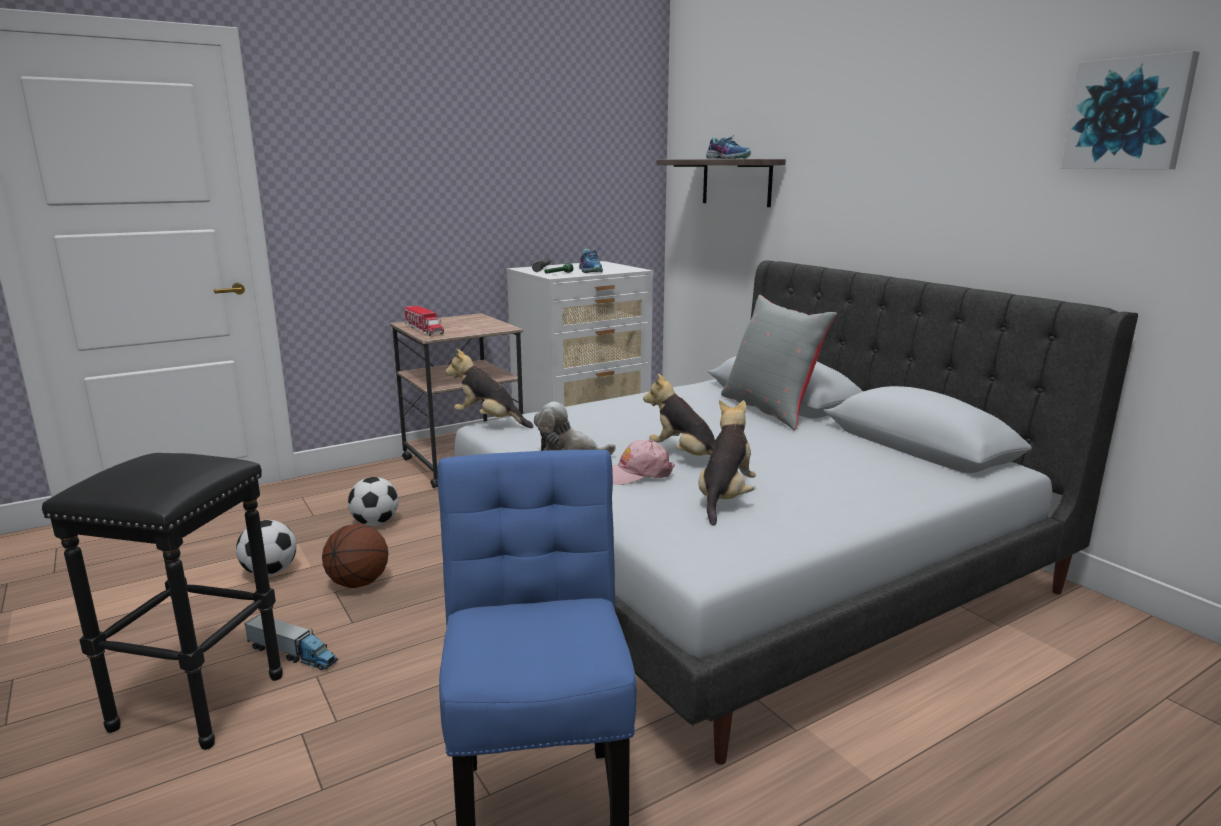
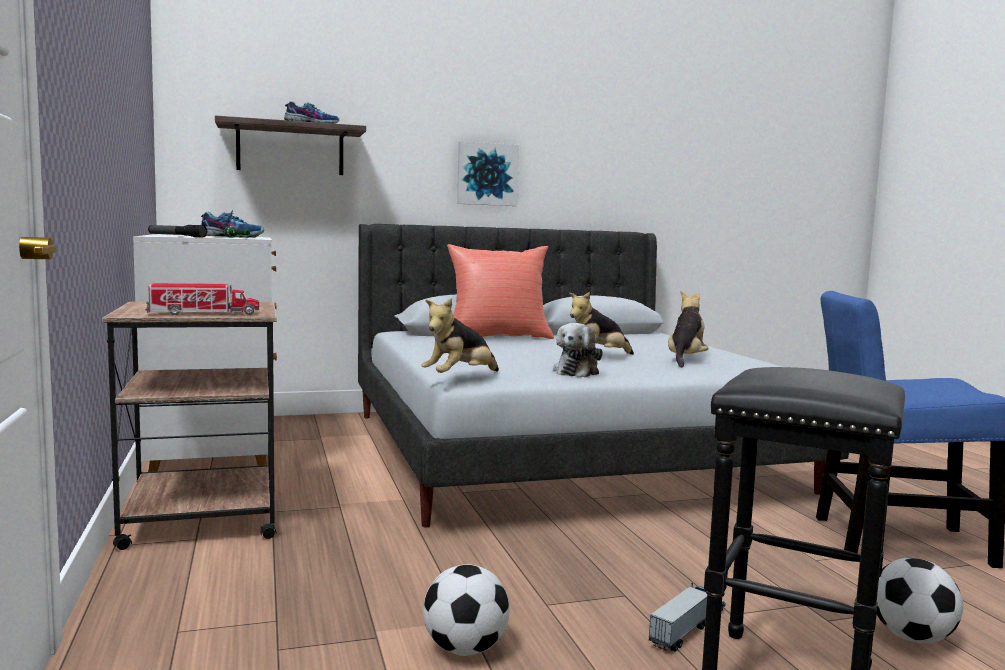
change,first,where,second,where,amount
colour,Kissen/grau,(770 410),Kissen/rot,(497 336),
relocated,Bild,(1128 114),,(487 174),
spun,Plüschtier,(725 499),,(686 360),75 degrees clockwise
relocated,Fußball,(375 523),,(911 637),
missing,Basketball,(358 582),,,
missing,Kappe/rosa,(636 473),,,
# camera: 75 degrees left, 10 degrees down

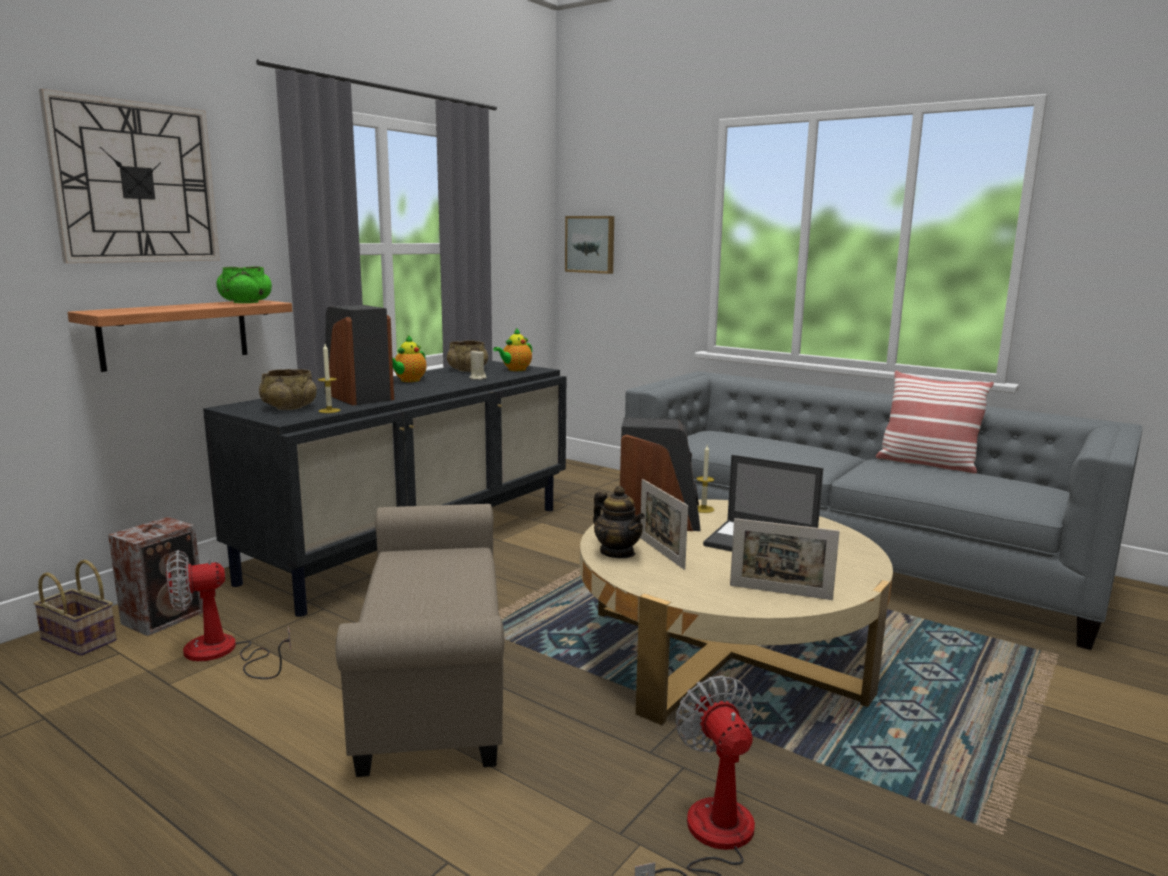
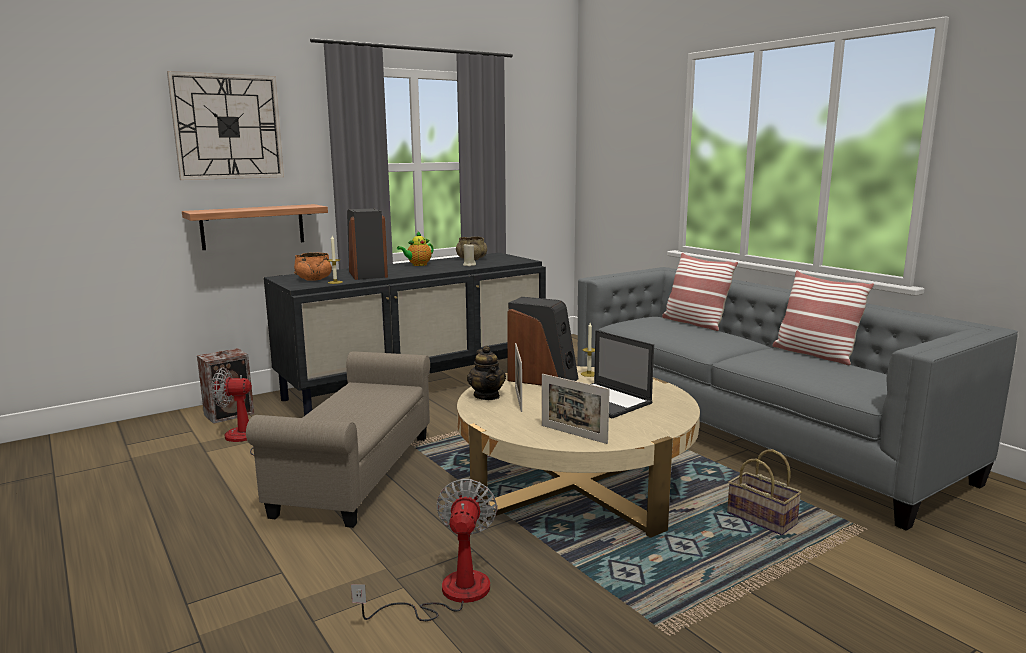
change,first,where,second,where,amount
colour,Schüssel/beige,(289 407),Schüssel/orange,(314 279),
appeared,,,Kissen,(694 323),
relocated,Korb,(81 639),,(763 519),
missing,Schüssel/grün,(245 302),,,
missing,Teekanne,(515 370),,,
missing,Bild,(591 244),,,
# camera: 20 degrees right, 0 degrees up

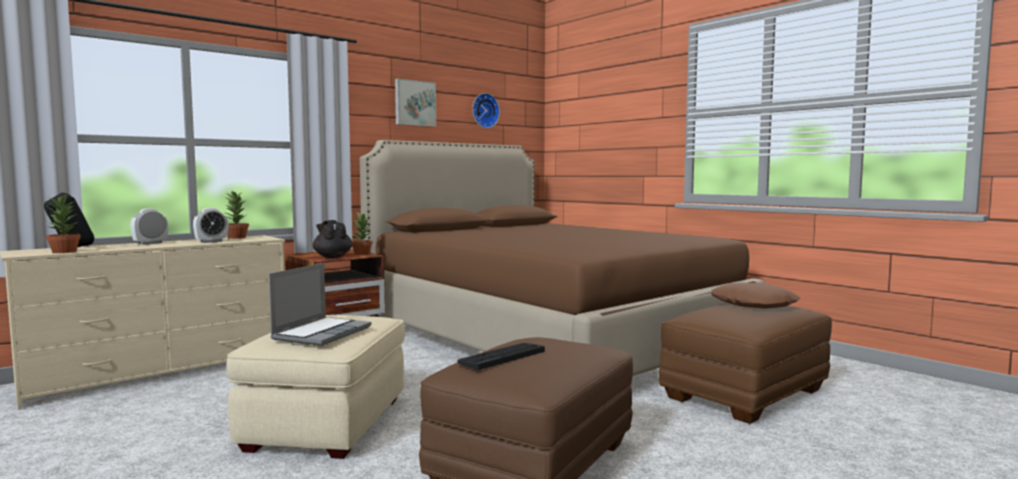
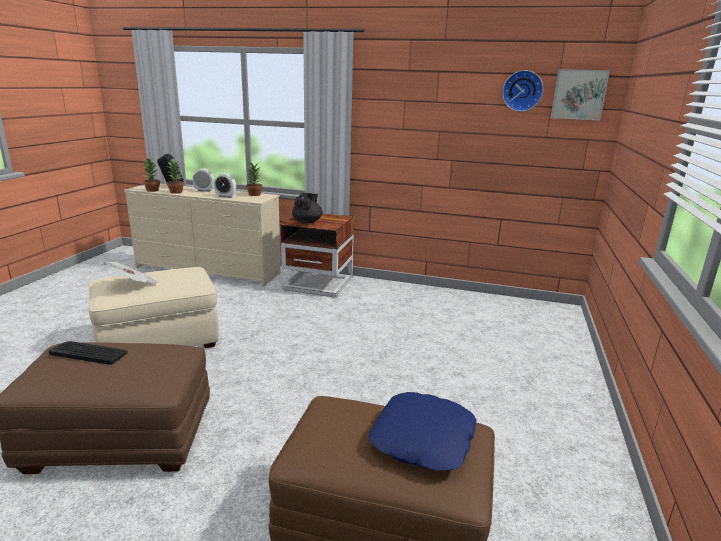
change,first,where,second,where,amount
exchanged,Laptop,(322 333),Zeitung,(133 285),
relocated,Topfpflanze,(362 253),,(176 192),
colour,Kissen/braun,(754 305),Kissen/blau,(423 439),
relocated,Bild,(414 103),,(578 94),
missing,Bett/braun,(546 337),,,
# camera: 55 degrees right, 15 degrees up

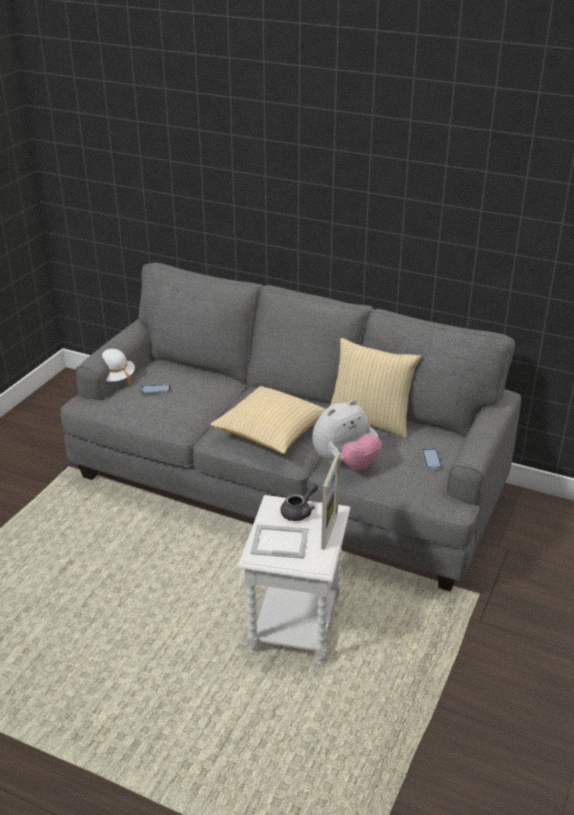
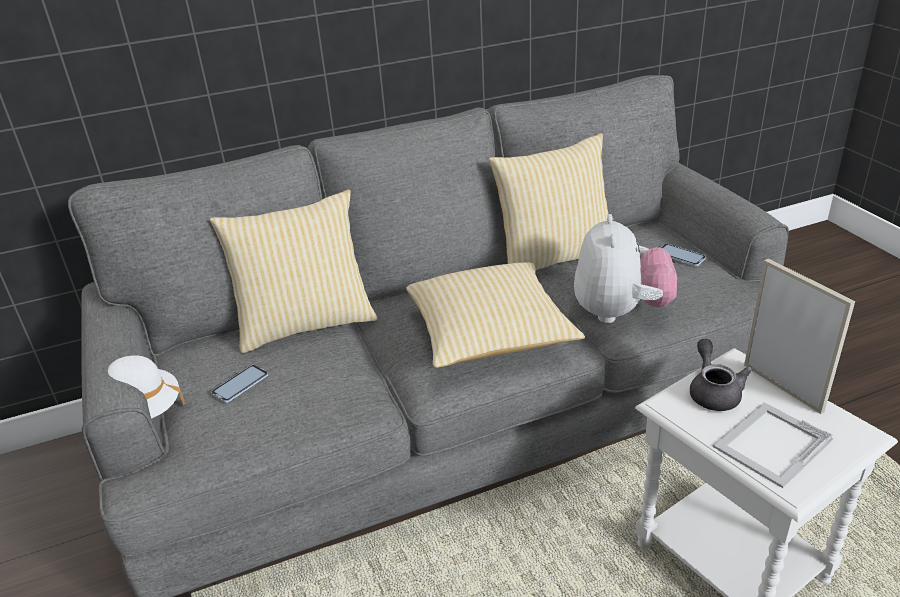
change,first,where,second,where,amount
appeared,,,Kissen,(306 323),
# camera: 45 degrees left, 0 degrees up

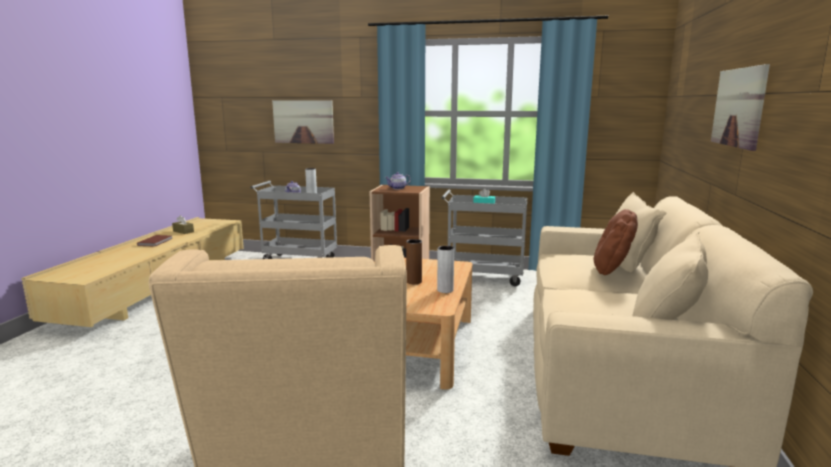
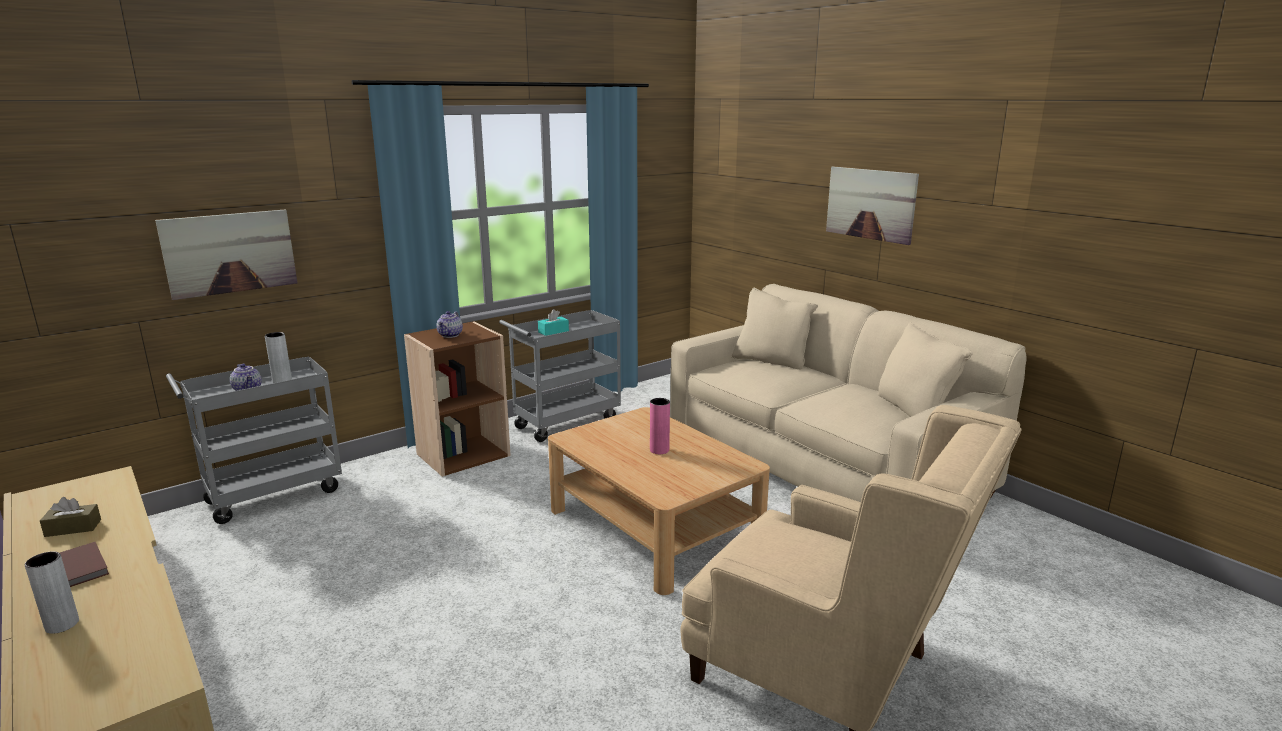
change,first,where,second,where,amount
relocated,Vase/grau,(445 290),,(62 624),
colour,Vase/braun,(414 281),Vase/rosa,(659 450),
missing,Kissen/braun,(612 272),,,
# camera: 50 degrees left, 5 degrees up

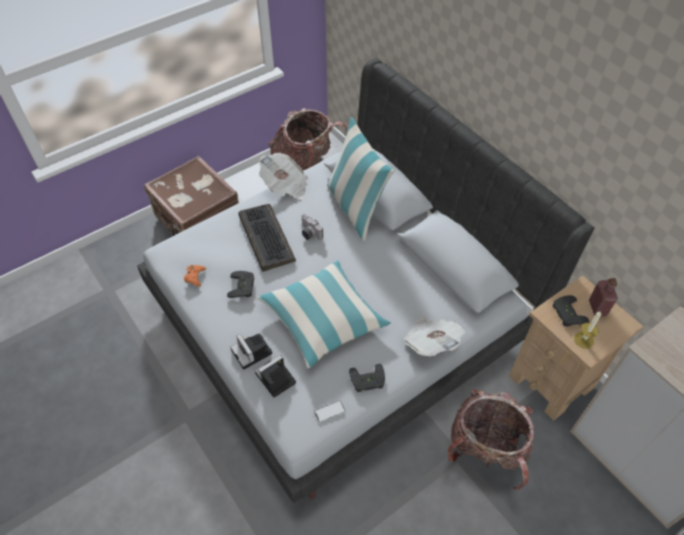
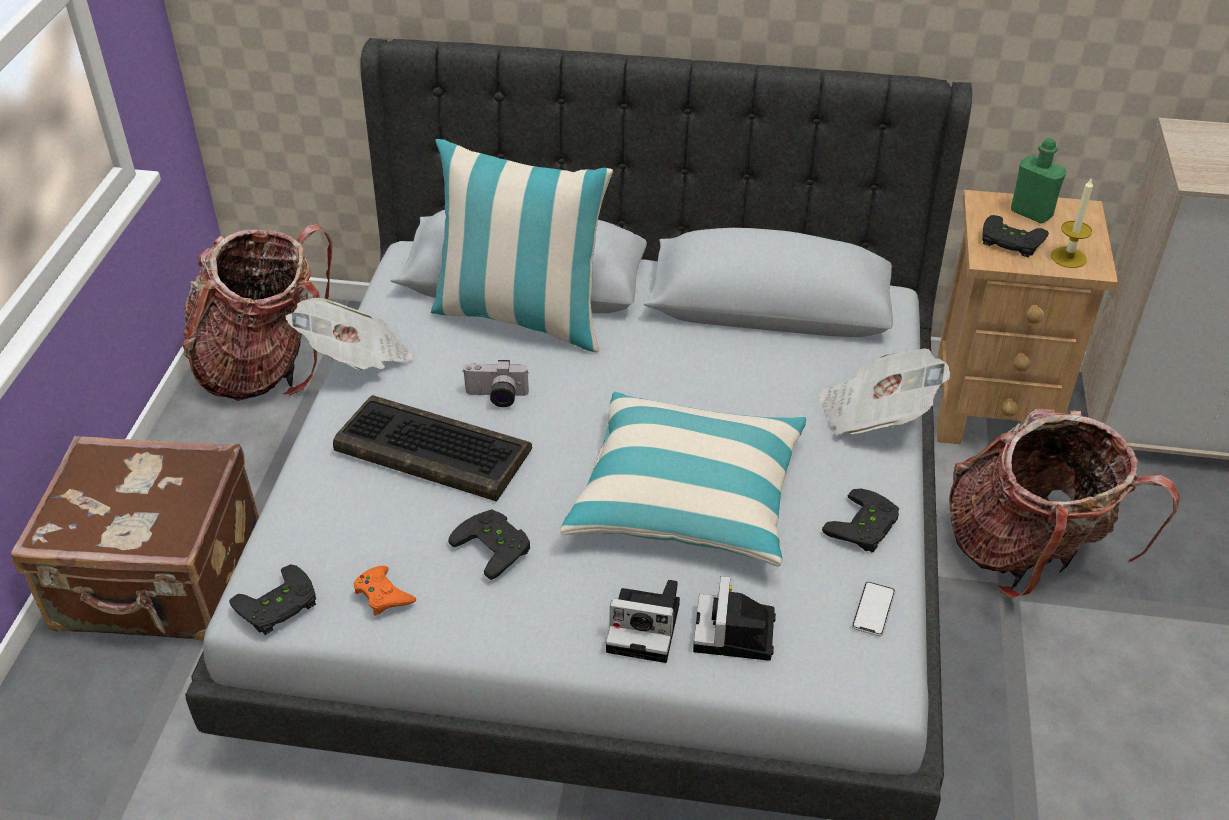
change,first,where,second,where,amount
appeared,,,Gamepad/schwarz,(279 607),
colour,Flasche/rot,(597 307),Flasche/grün,(1031 213),
# camera: 45 degrees left, 10 degrees down

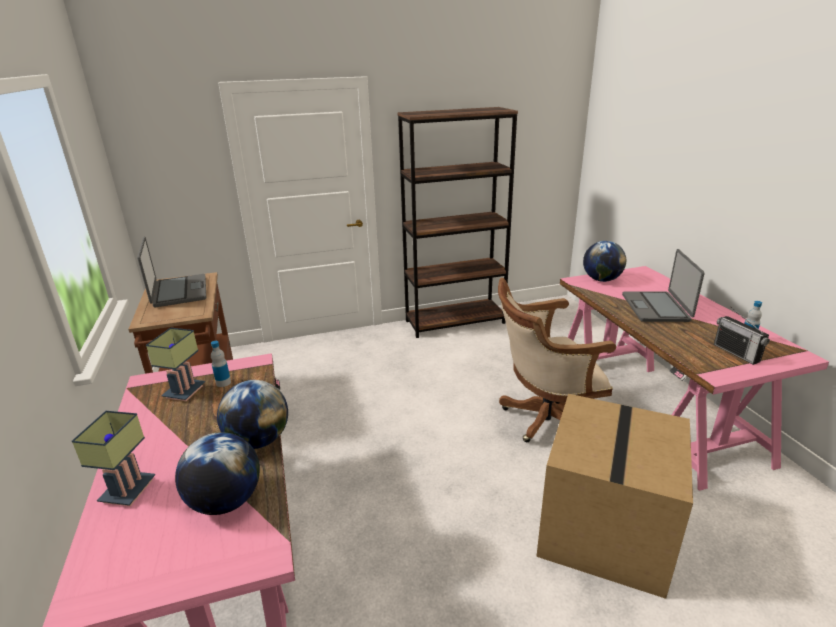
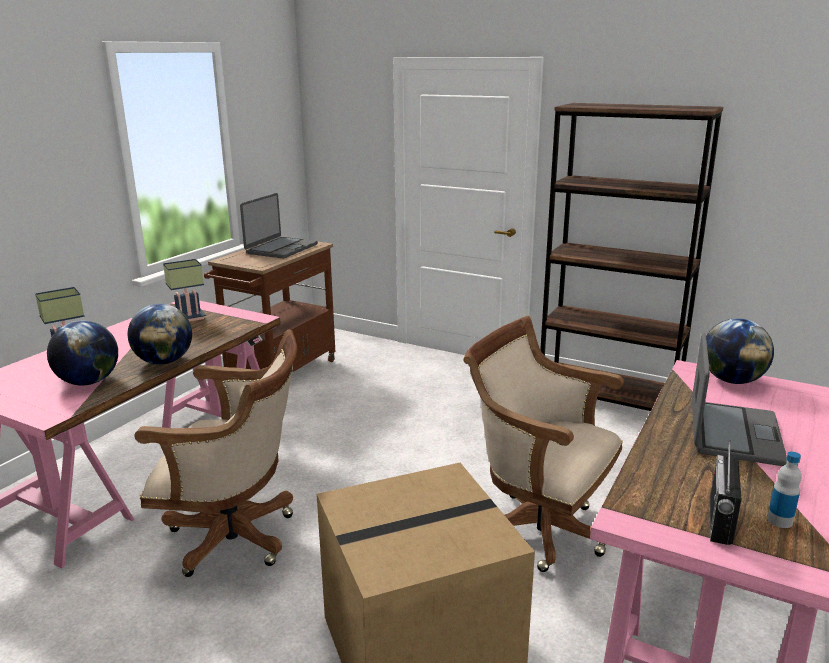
change,first,where,second,where,amount
appeared,,,Bürostuhl,(237 538),
spun,Laptop,(656 308),,(733 434),150 degrees clockwise
missing,Flasche,(223 383),,,
# camera: 45 degrees right, 5 degrees down

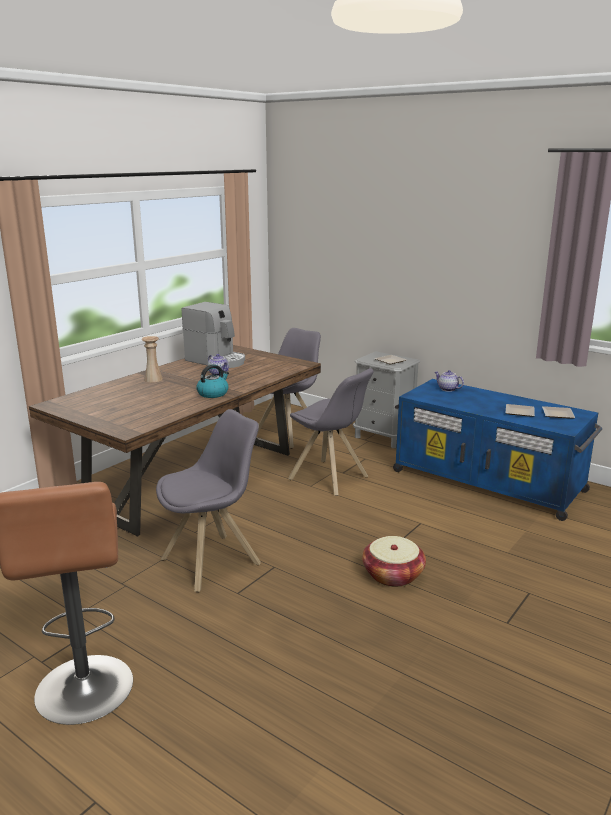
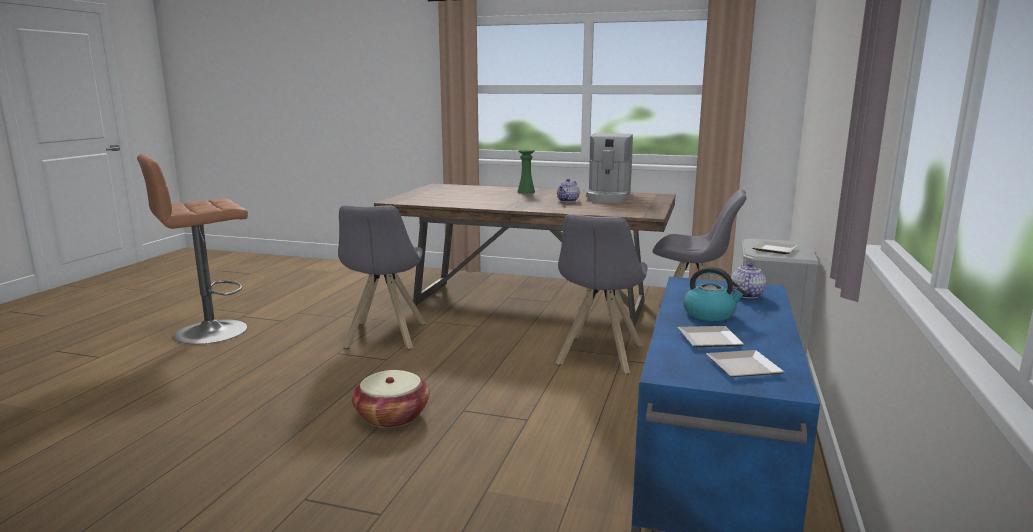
change,first,where,second,where,amount
spun,Stuhl/grau,(212 561),,(385 336),60 degrees clockwise
colour,Vase/beige,(153 379),Vase/grün,(526 192),
relocated,Wasserkessel,(213 393),,(710 314),
# camera: 70 degrees right, 5 degrees down

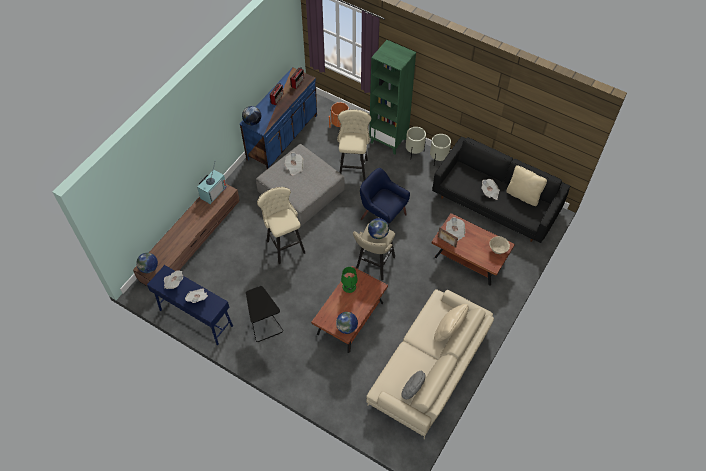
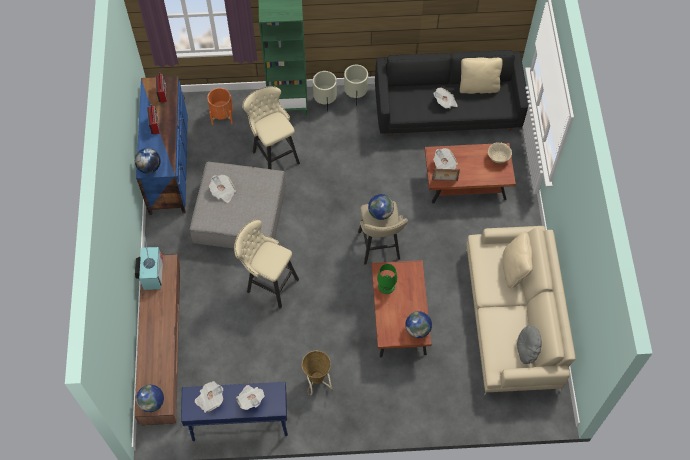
change,first,where,second,where,amount
exchanged,Beistelltisch/schwarz,(264 324),Korb,(317 381),
missing,Sessel/blau,(382 217),,,
# camera: 35 degrees left, 5 degrees up

